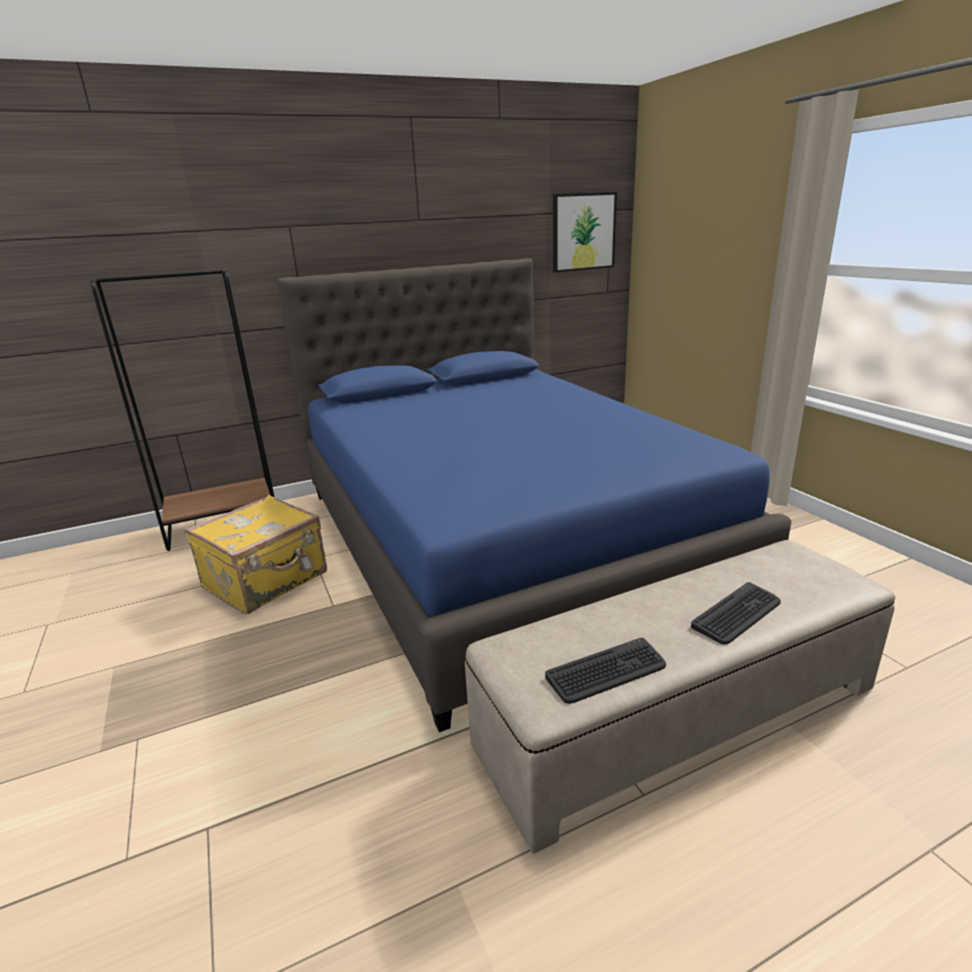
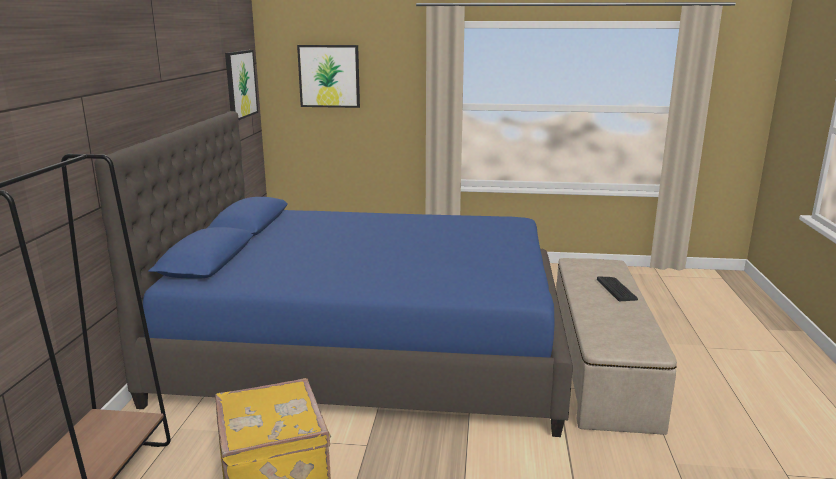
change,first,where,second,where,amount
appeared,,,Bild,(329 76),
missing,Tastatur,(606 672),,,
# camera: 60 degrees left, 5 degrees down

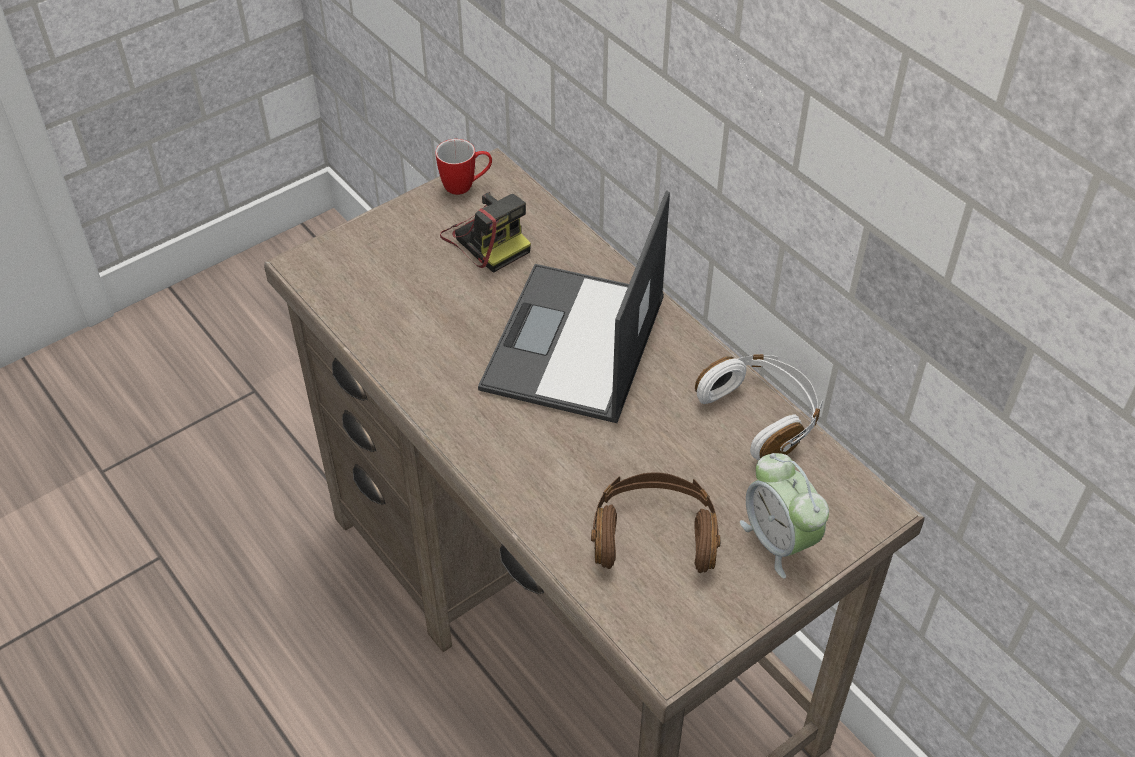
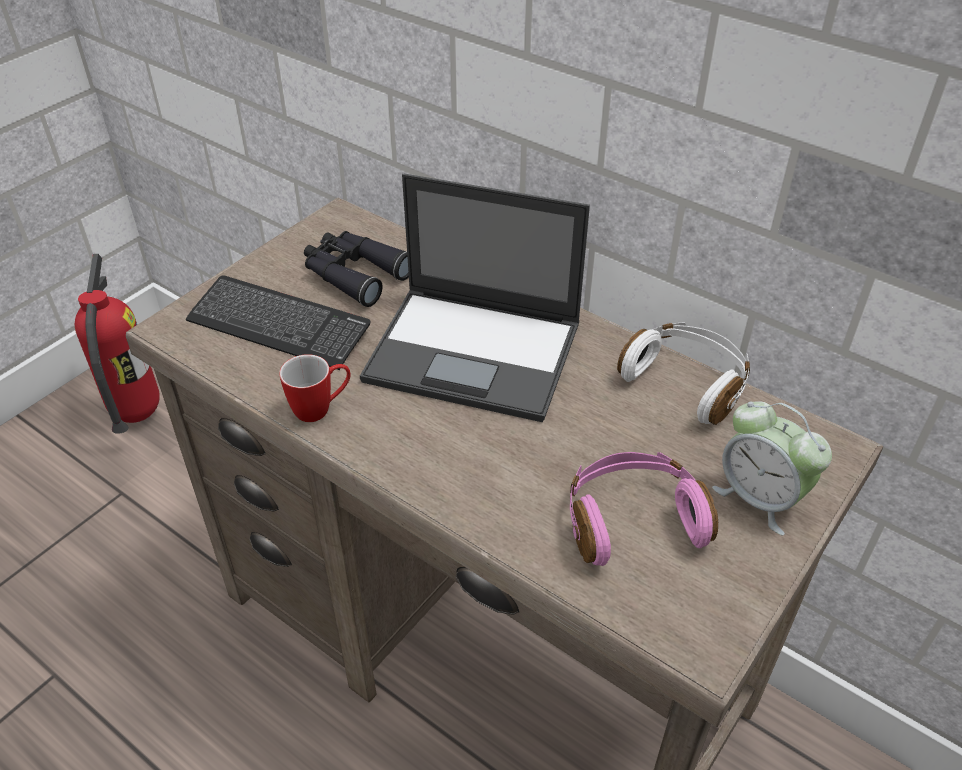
change,first,where,second,where,amount
appeared,,,Feuerlöscher,(136 414),
appeared,,,Tastatur,(278 325),
relocated,Henkelbecher,(466 186),,(321 409),
exchanged,Kamera,(486 239),Fernglas/schwarz,(354 274),
spun,Laptop,(574 345),,(476 353),75 degrees counterclockwise
colour,Kopfhörer/braun,(654 535),Kopfhörer/rosa,(632 520),
# camera: 15 degrees left, 5 degrees down

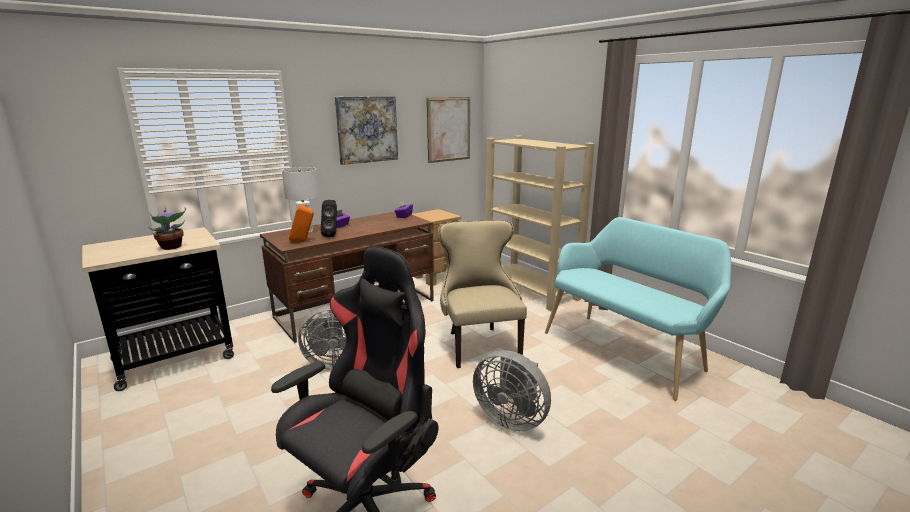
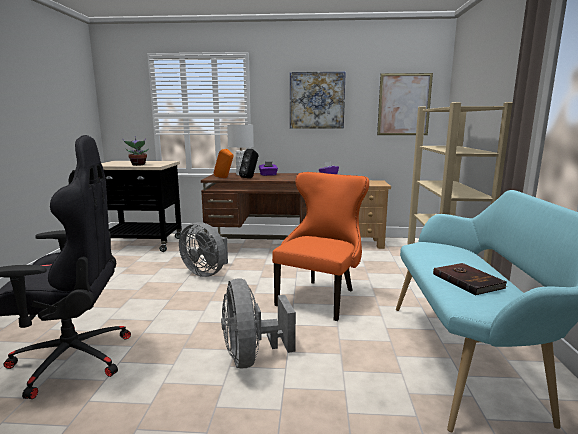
change,first,where,second,where,amount
colour,Stuhl/beige,(479 344),Stuhl/orange,(320 297),
appeared,,,Buch/braun,(468 280),
# camera: 40 degrees right, 5 degrees down

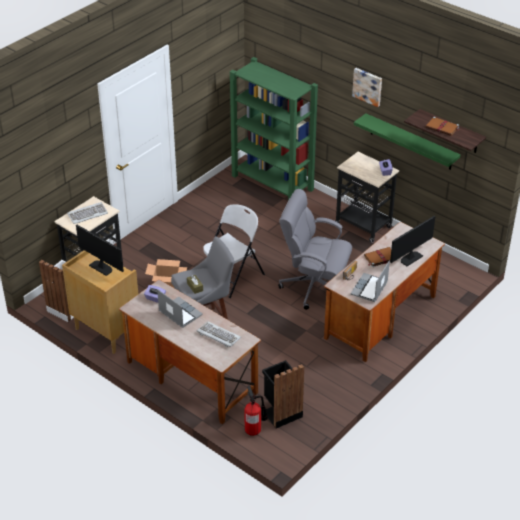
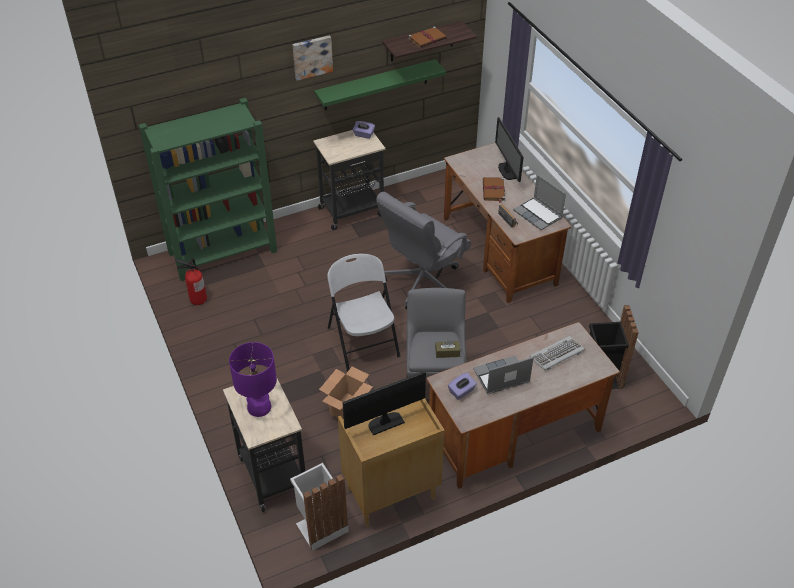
change,first,where,second,where,amount
relocated,Feuerlöscher,(255 429),,(198 299),
exchanged,Tastatur,(87 214),Tischlampe/lila,(259 406),
# camera: 65 degrees left, 5 degrees up

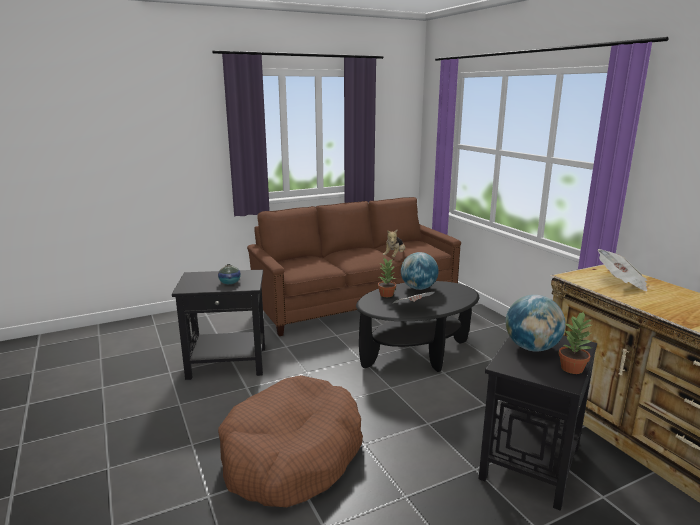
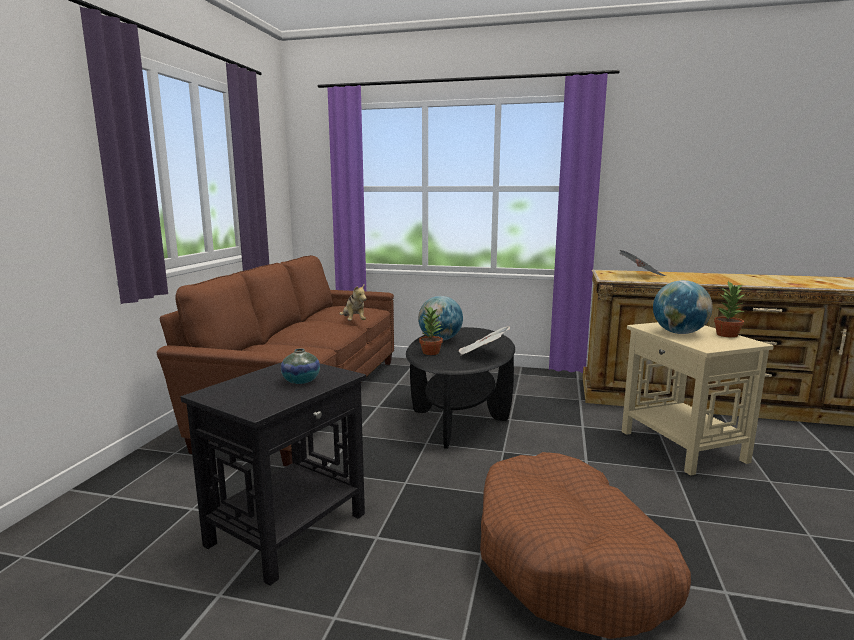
change,first,where,second,where,amount
colour,Beistelltisch/schwarz,(529 462),Beistelltisch/beige,(681 446),
# camera: 50 degrees left, 5 degrees down

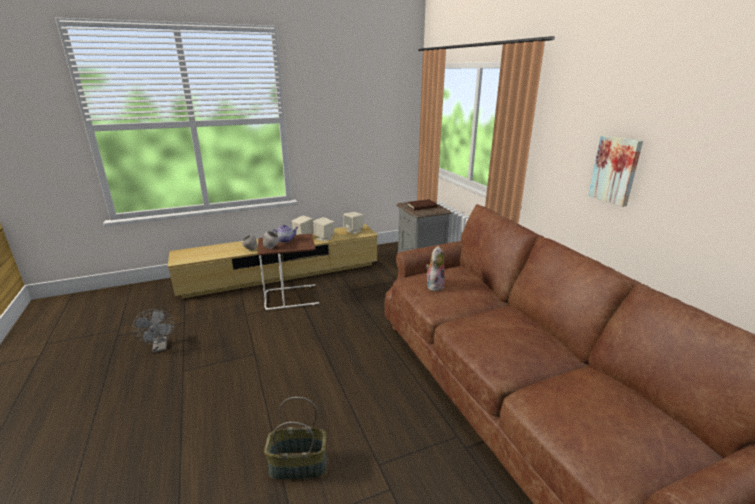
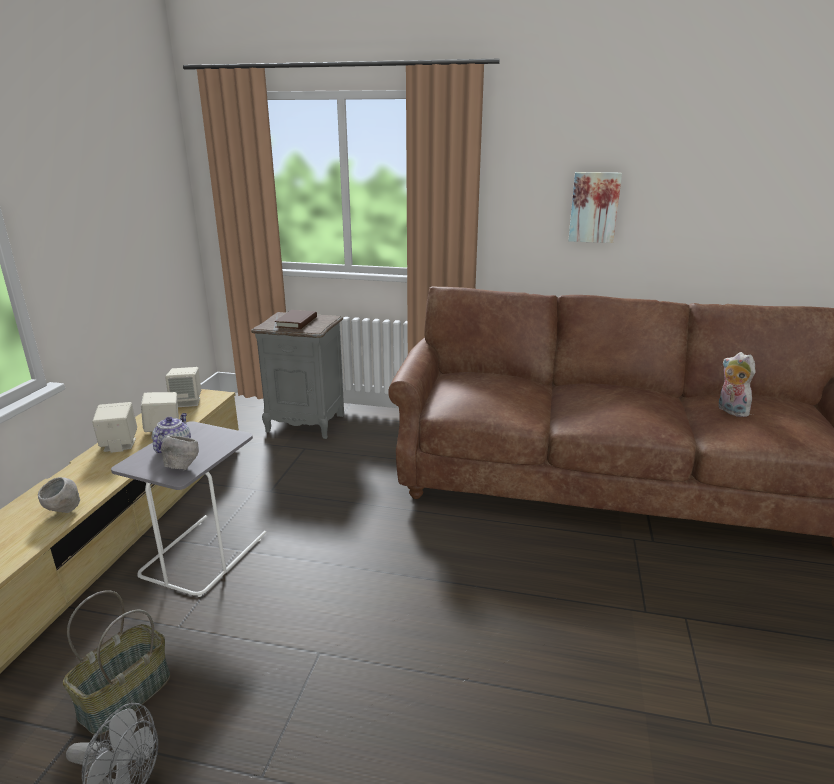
change,first,where,second,where,amount
relocated,Korb,(297 466),,(125 697),
colour,Beistelltisch/braun,(292 297),Beistelltisch/grau,(203 553),
relocated,Plüschtier,(434 285),,(730 411),
# camera: 55 degrees left, 0 degrees up

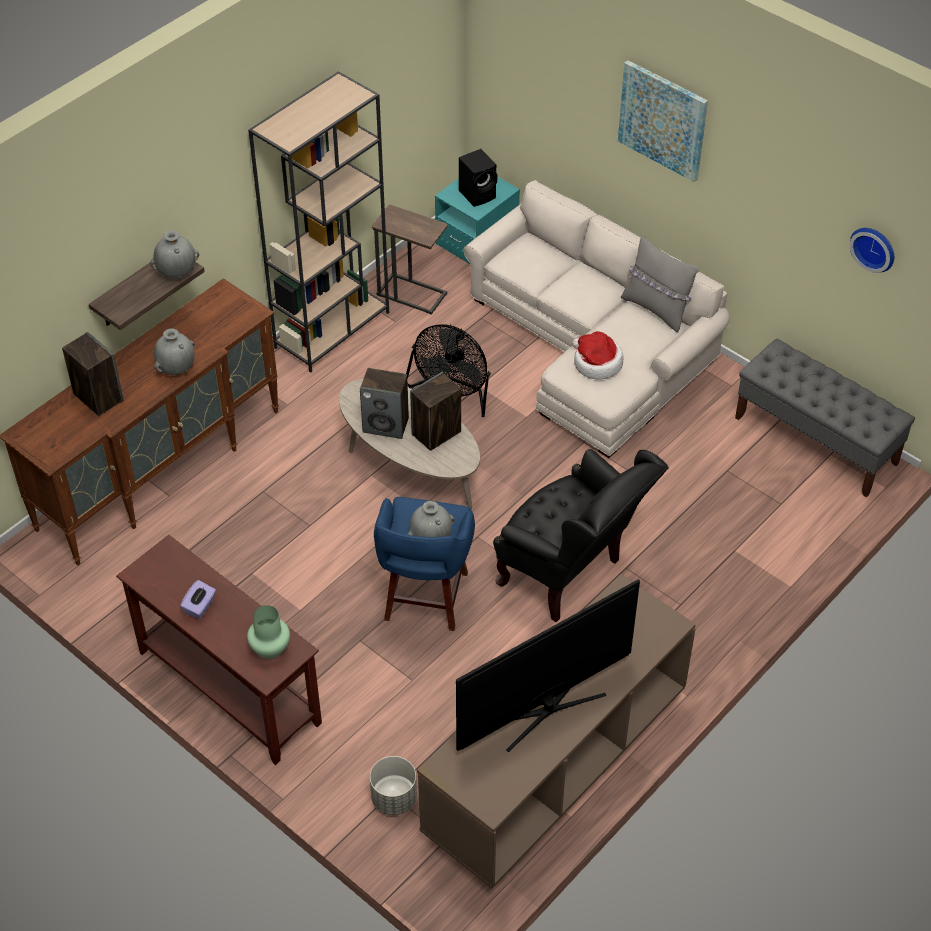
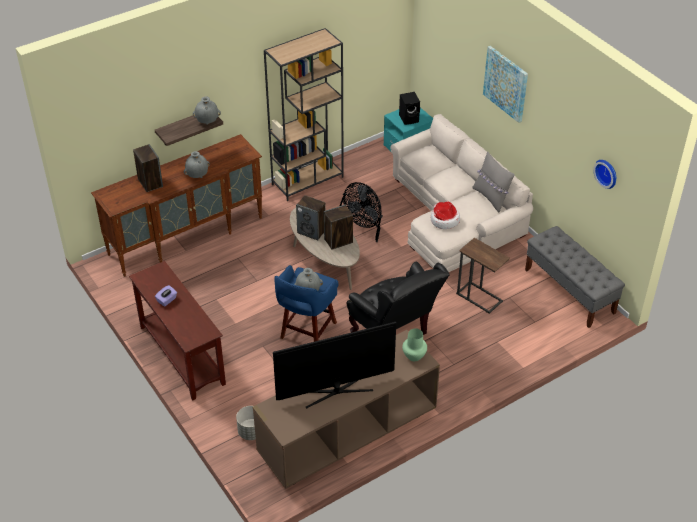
change,first,where,second,where,amount
relocated,Vase/grün,(271 648),,(414 356),
relocated,Beistelltisch/braun,(411 294),,(478 297),
# camera: 15 degrees right, 5 degrees down

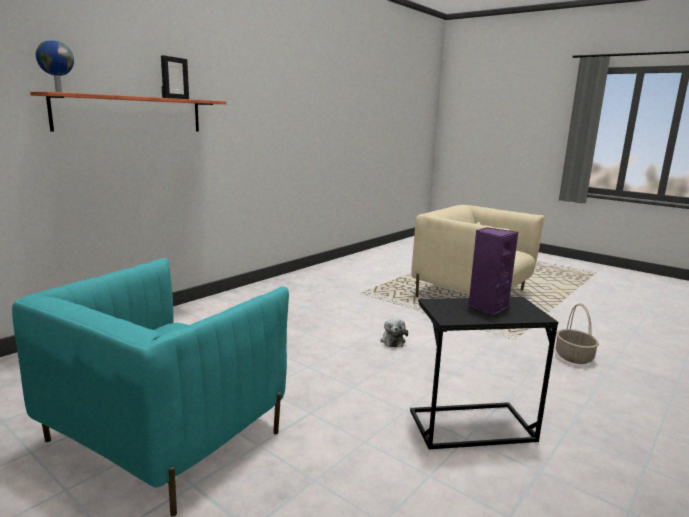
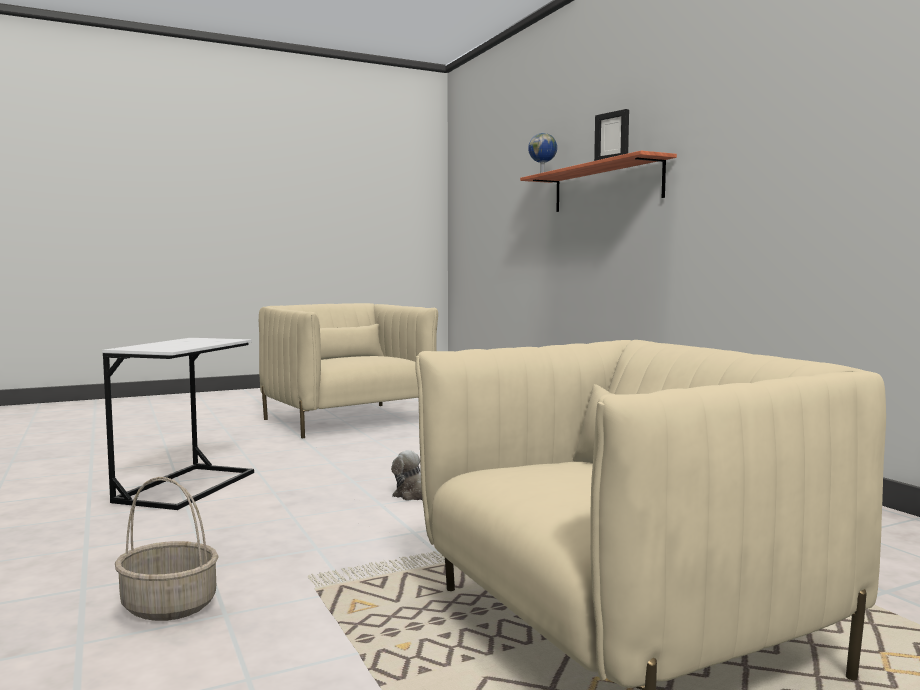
change,first,where,second,where,amount
colour,Beistelltisch/schwarz,(471 426),Beistelltisch/weiß,(187 486),
colour,Sessel/türkis,(166 434),Sessel/beige,(348 420),
missing,Lautsprecher/lila,(487 307),,,
# camera: 115 degrees right, 10 degrees down

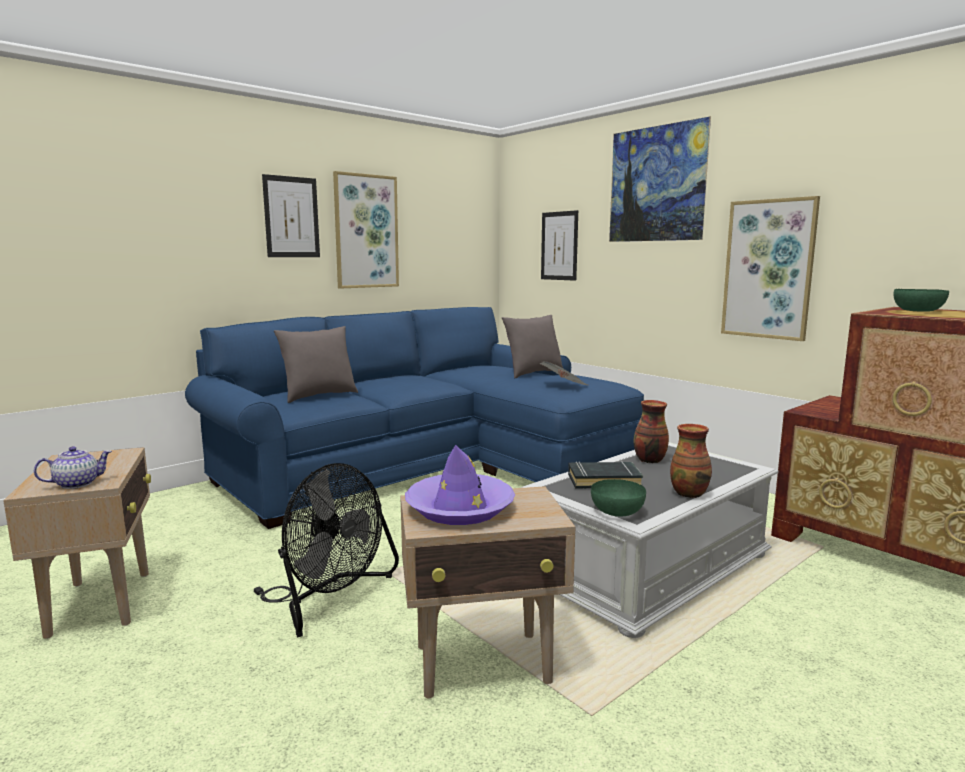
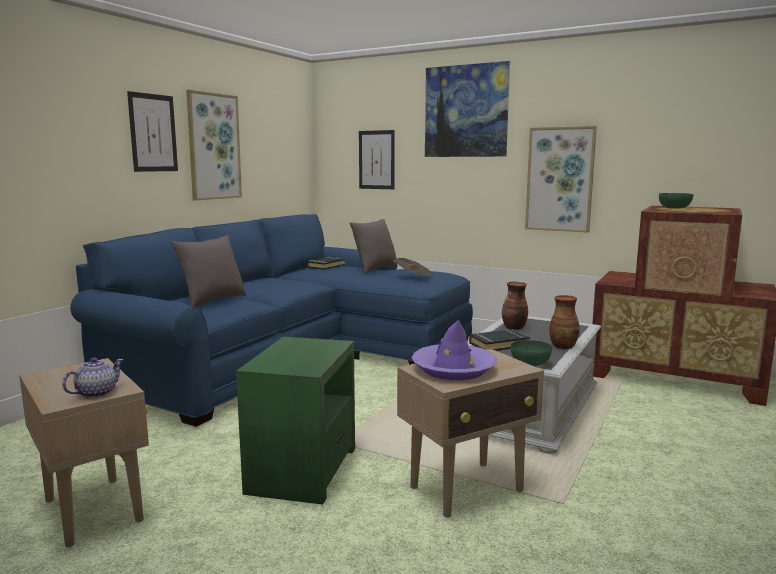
change,first,where,second,where,amount
exchanged,Ventilator/schwarz,(326 598),Beistelltisch/grün,(304 469),
appeared,,,Buch/schwarz,(326 266),
# camera: 20 degrees left, 0 degrees up

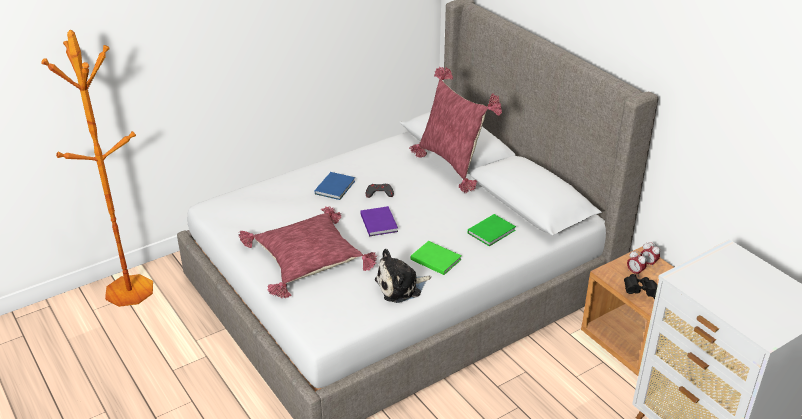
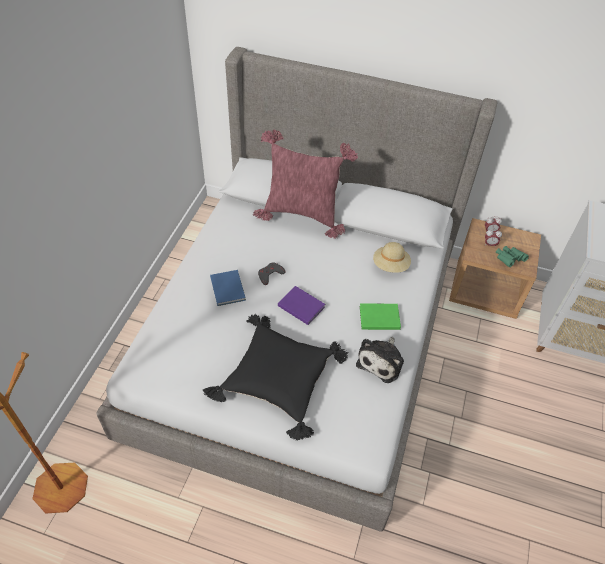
change,first,where,second,where,amount
colour,Kissen/rot,(306 256),Kissen/schwarz,(278 377),
exchanged,Buch/grün,(492 231),Hut/beige,(390 265),
colour,Fernglas/schwarz,(641 292),Fernglas/grün,(508 259),
# camera: 40 degrees left, 15 degrees up

